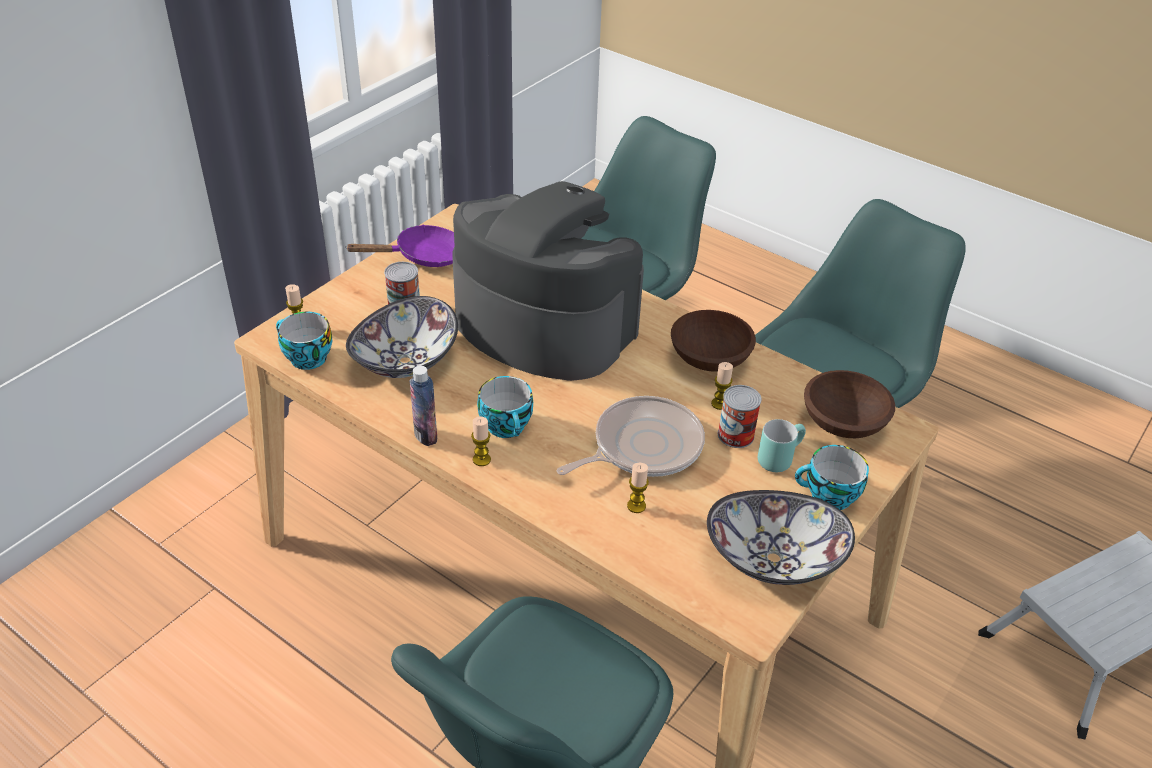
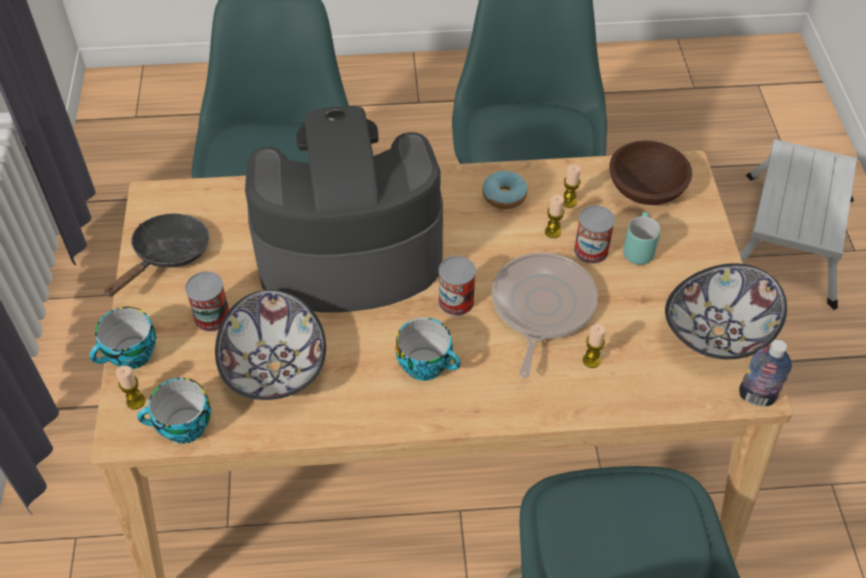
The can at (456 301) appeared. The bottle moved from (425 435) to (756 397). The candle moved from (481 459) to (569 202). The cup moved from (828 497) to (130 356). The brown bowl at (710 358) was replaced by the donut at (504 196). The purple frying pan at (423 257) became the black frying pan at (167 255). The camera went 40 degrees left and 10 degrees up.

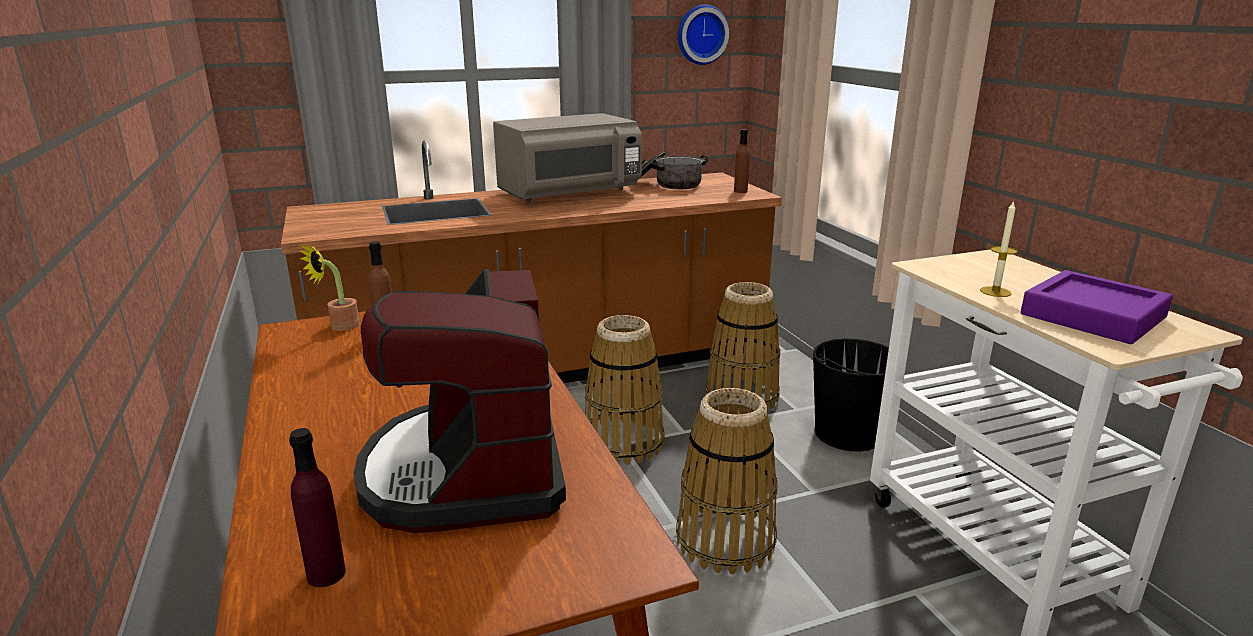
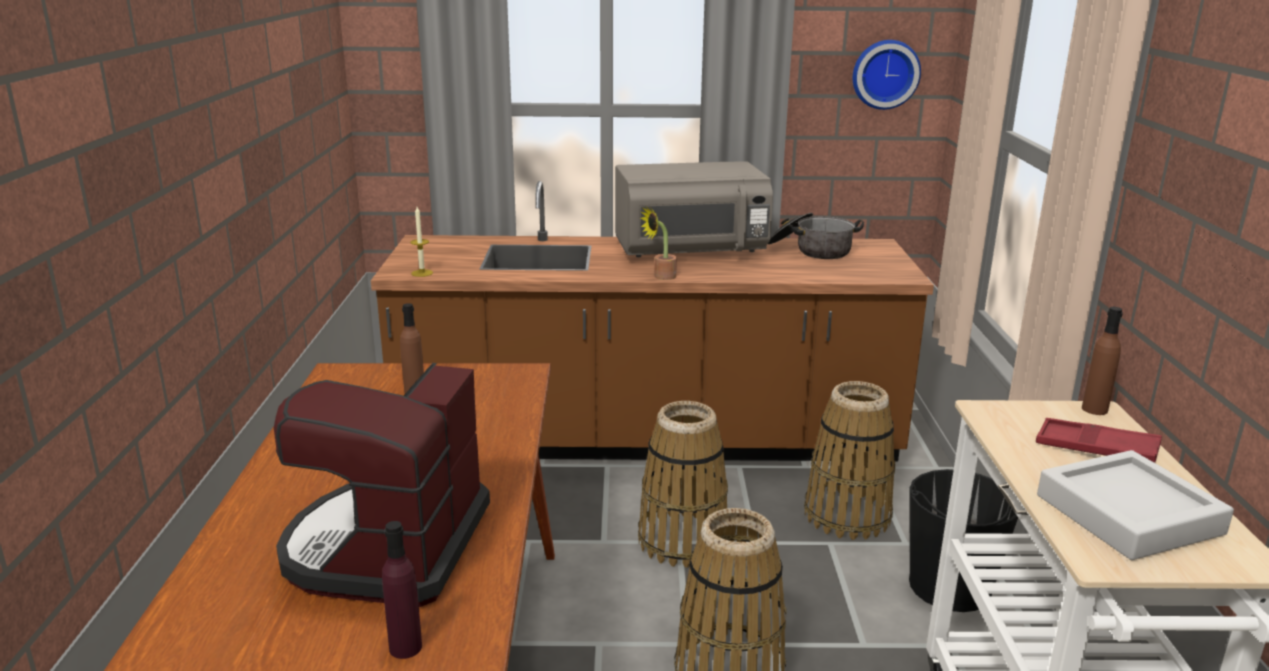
The red tray at (1096 448) appeared. The purple bottle moved from (326 574) to (405 647). The potted plant moved from (339 327) to (660 277). The brown bottle moved from (740 191) to (1094 409). The candle moved from (995 292) to (422 273). The purple tray at (1092 316) became the grey tray at (1128 514). The camera went 20 degrees right and 0 degrees up.

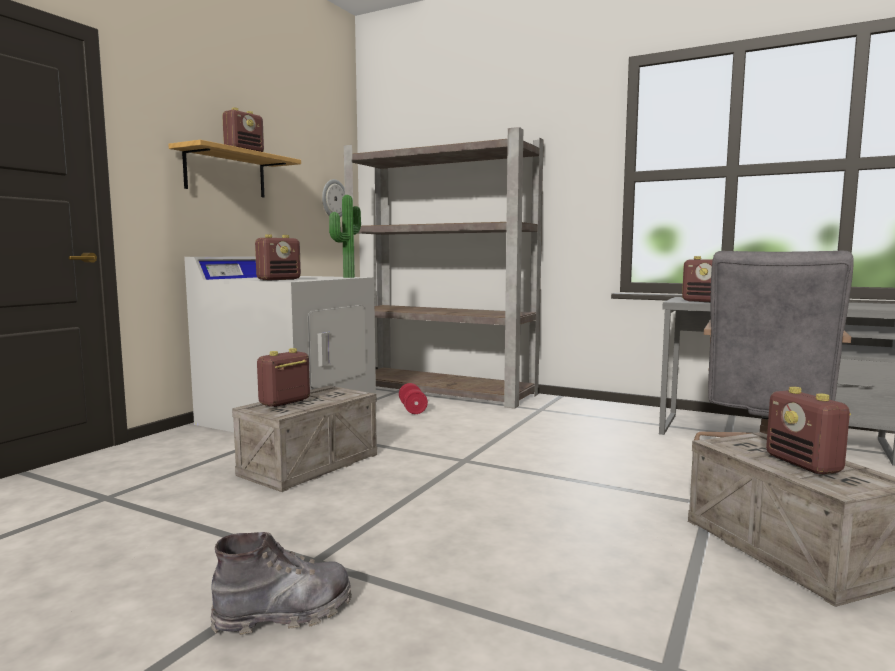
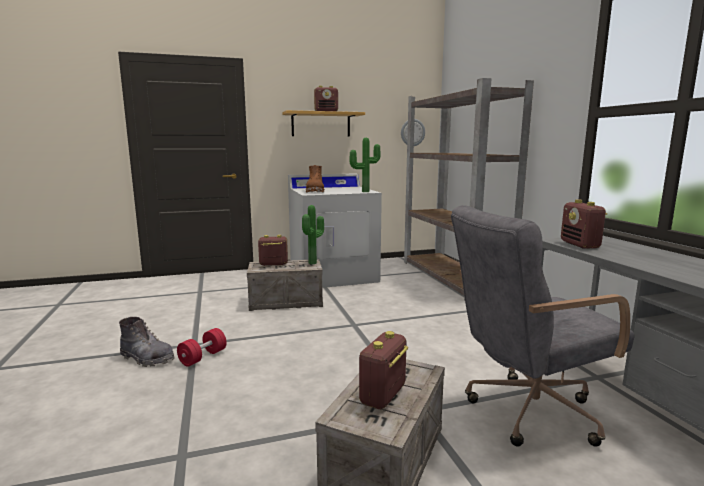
The potted plant at (314 263) appeared. The red dumbbell moved from (412 409) to (203 357). The radio at (279 279) was replaced by the brown boot at (315 191). The camera went 45 degrees right and 5 degrees up.

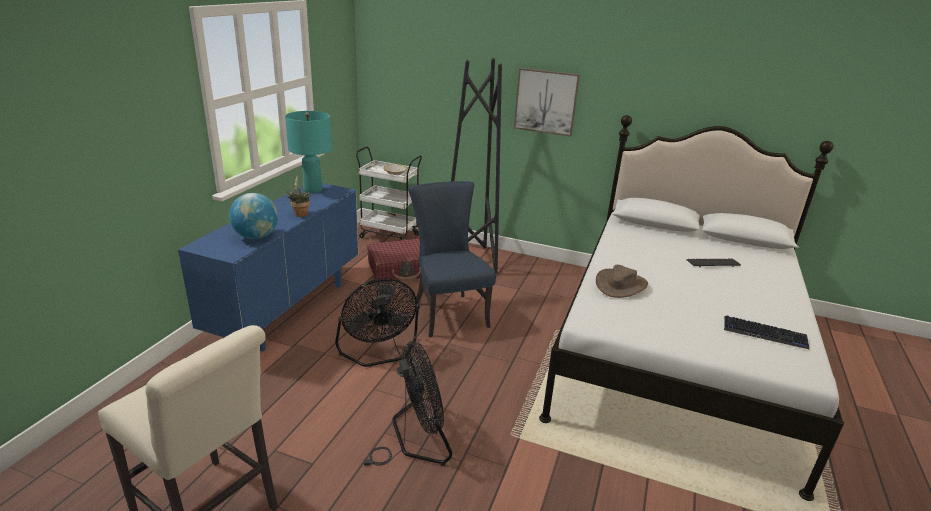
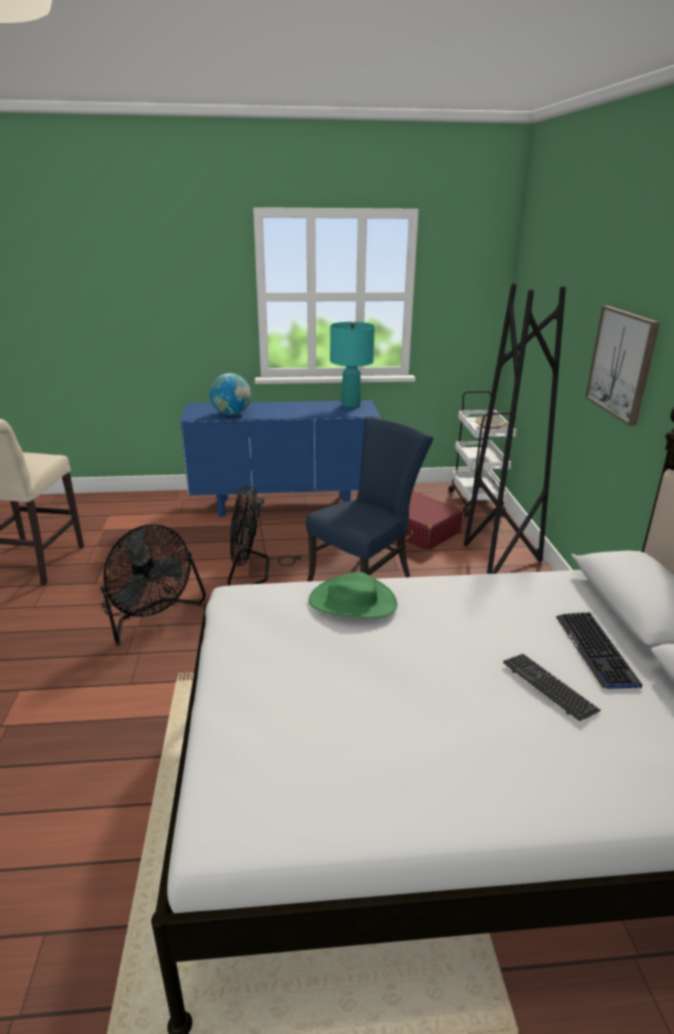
The potted plant at (300 214) disappeared. The keyboard moved from (764 333) to (596 650). The brown hat at (620 285) became the green hat at (352 602). The black fan at (385 356) turned 135 degrees counterclockwise. The camera went 65 degrees right and 0 degrees up.

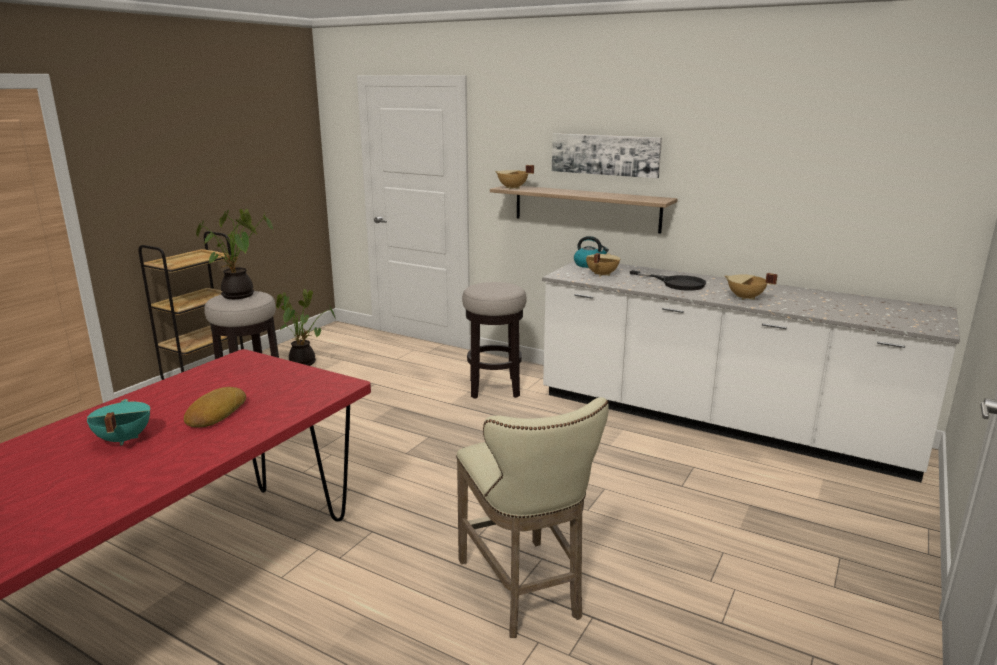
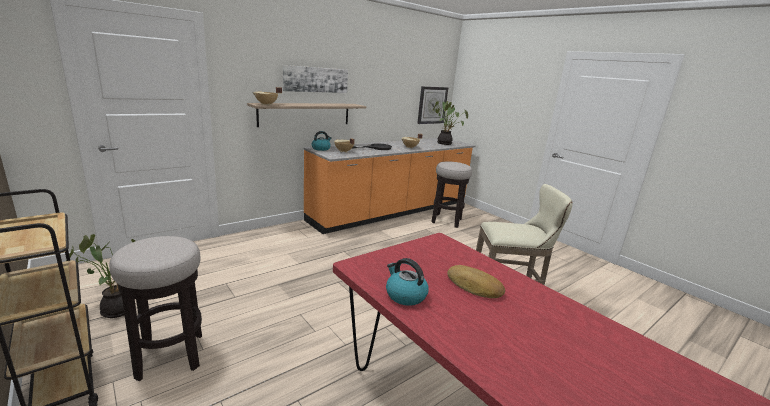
The turquoise cooking pot at (122 439) disappeared. The kettle at (405 295) appeared. The wall clock at (432 105) appeared. The potted plant moved from (240 296) to (445 143). The stool moved from (494 388) to (446 221). The white counter at (718 422) became the orange counter at (392 212). The camera went 70 degrees left and 0 degrees up.

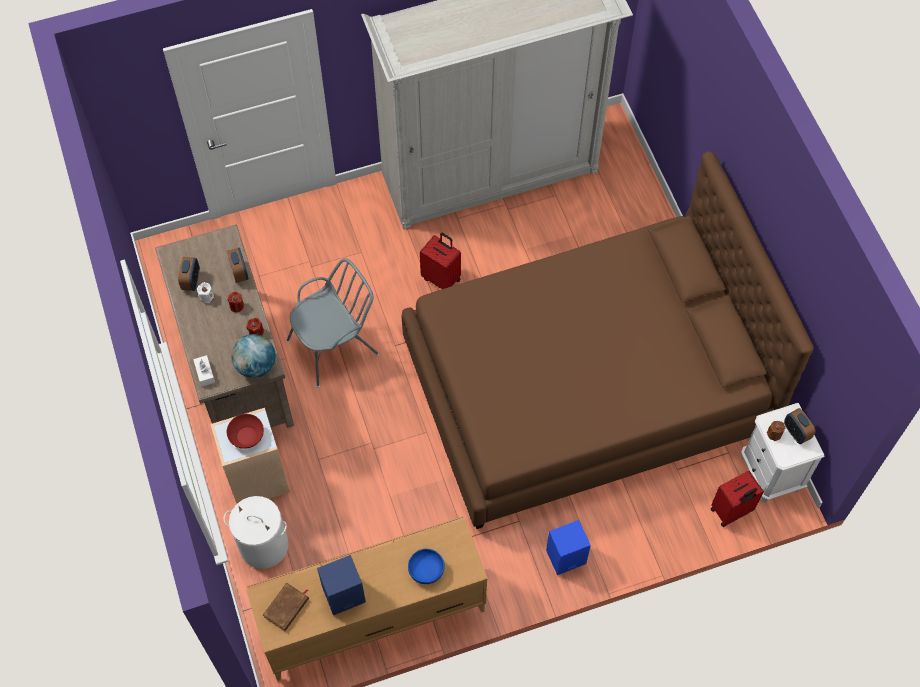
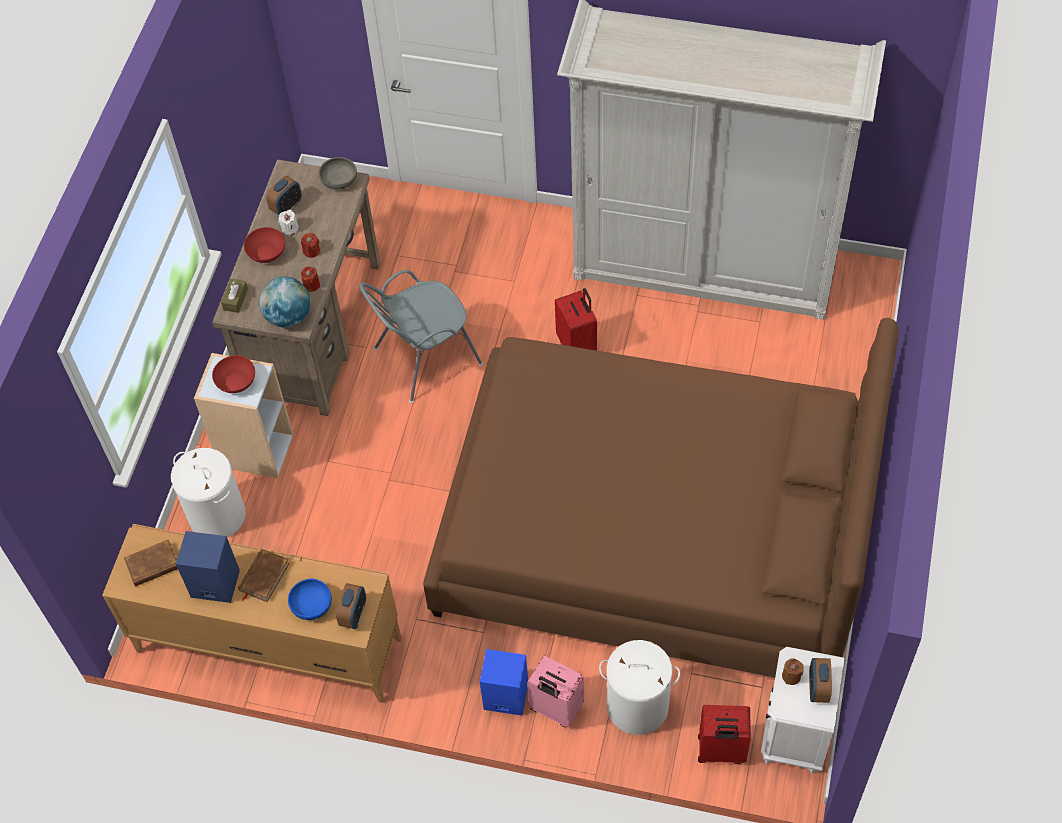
The brown book at (264 577) appeared. The red bowl at (267 253) appeared. The grey bowl at (339 181) appeared. The pink suitcase at (555 709) appeared. The white laundry basket at (638 706) appeared. The alarm clock moved from (239 272) to (353 614). The white tissue box at (205 373) became the brown tissue box at (235 299). The grey chair at (335 344) turned 150 degrees clockwise. The camera went 35 degrees right and 5 degrees down.

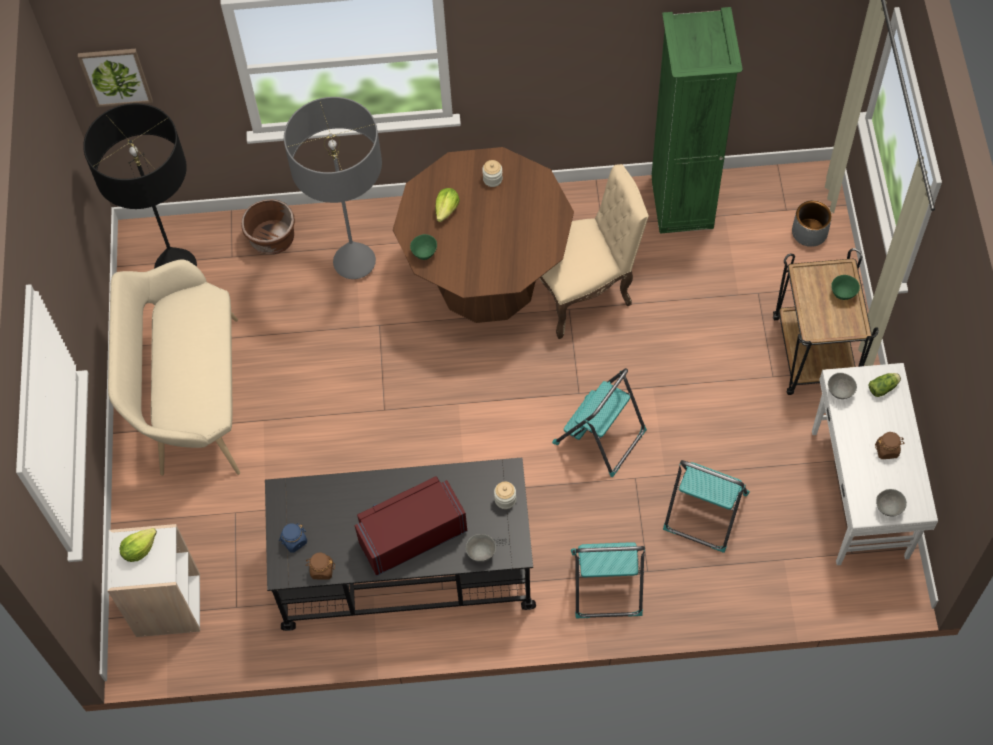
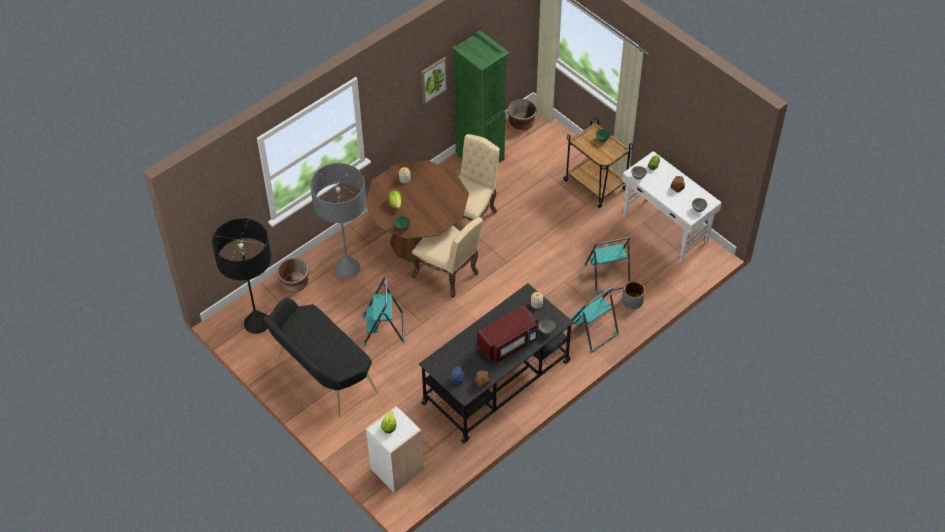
The beige chair at (448 274) appeared. The brown planter at (522 123) appeared. The picture moved from (115 76) to (433 80). The turquoise step ladder moved from (602 438) to (385 329). The grey planter moved from (809 232) to (632 300). The beige bench at (192 399) became the black bench at (322 376). The red microwave at (411 535) turned 150 degrees counterclockwise. The camera went 40 degrees left and 10 degrees down.

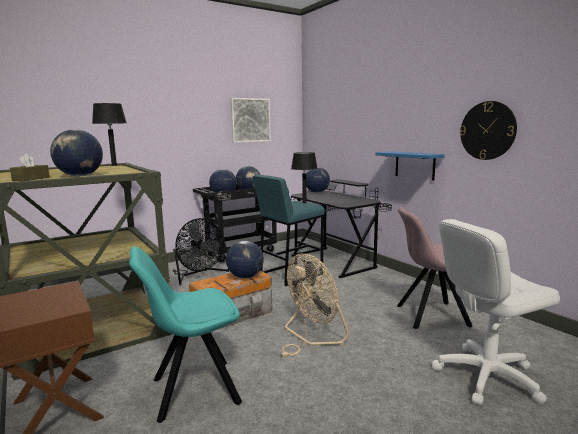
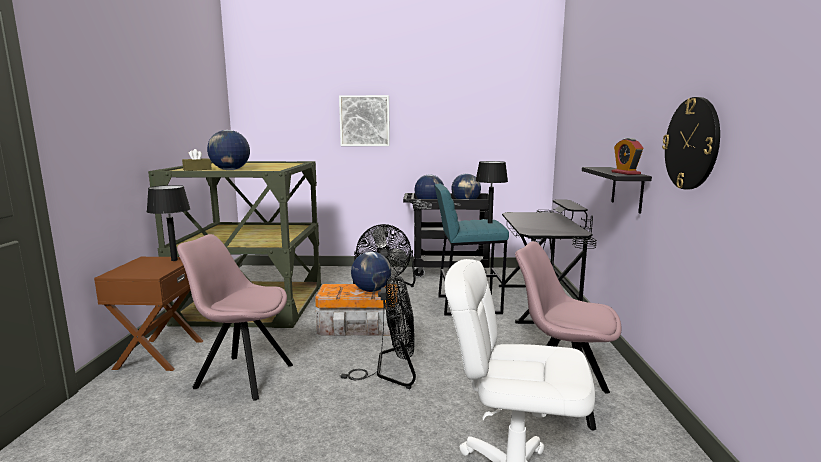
The globe at (317 192) disappeared. The alarm clock at (625 173) appeared. The black table lamp moved from (114 165) to (174 260). The picture moved from (250 120) to (364 121). The turquoise chair at (194 390) became the pink chair at (243 376). The beige fan at (307 335) became the black fan at (391 367). The blue shelf at (414 165) became the black shelf at (627 189). The camera went 35 degrees right and 0 degrees up.

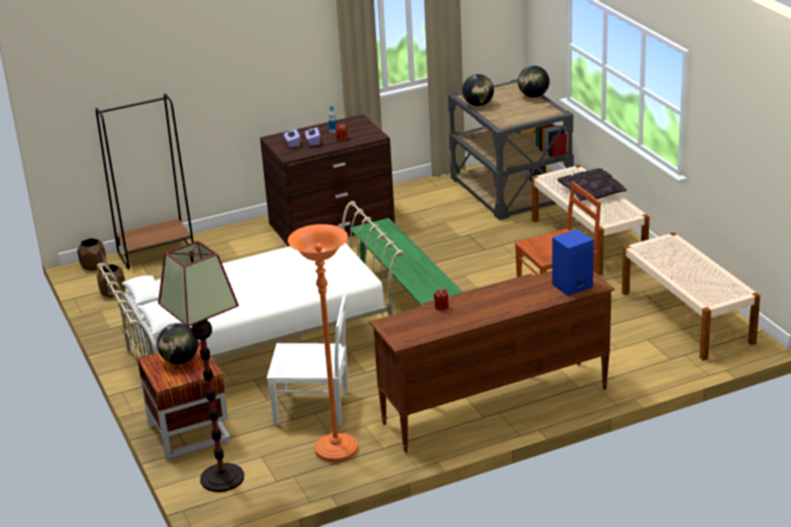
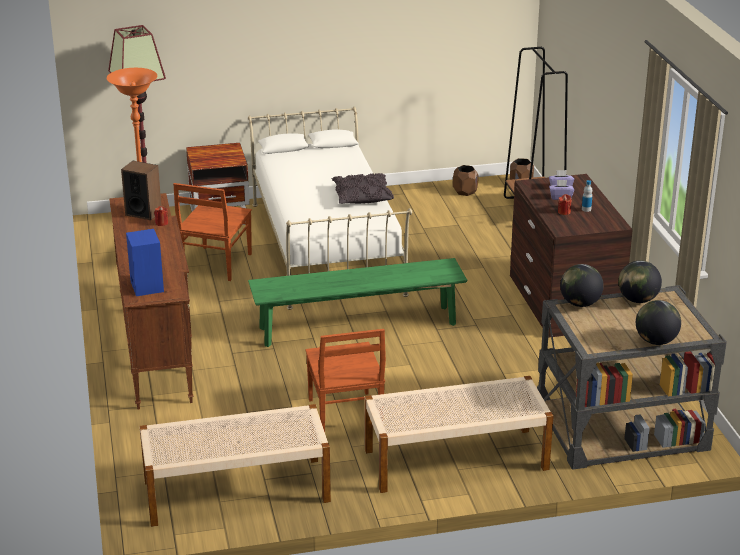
The speaker at (143 213) appeared. The globe moved from (180 360) to (580 303). The black pillow moved from (591 192) to (362 196). The white chair at (314 408) became the brown chair at (216 264). The camera went 100 degrees right and 0 degrees up.

